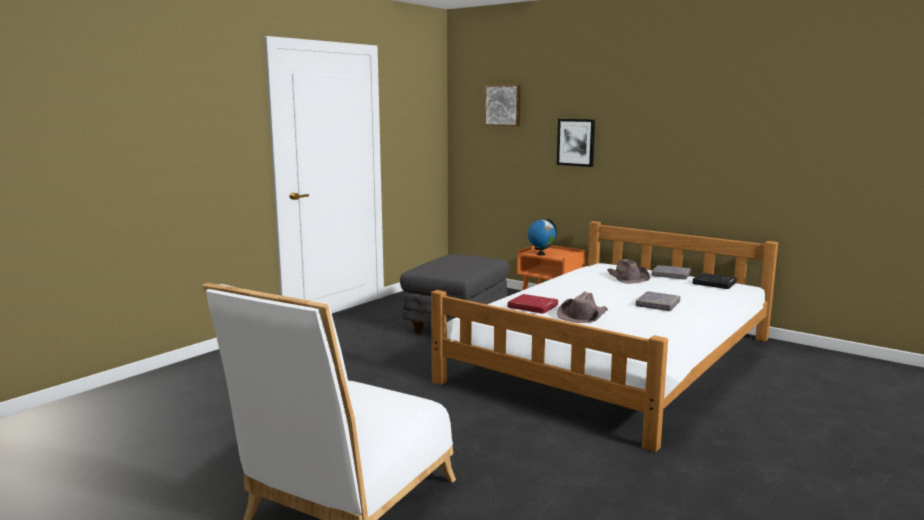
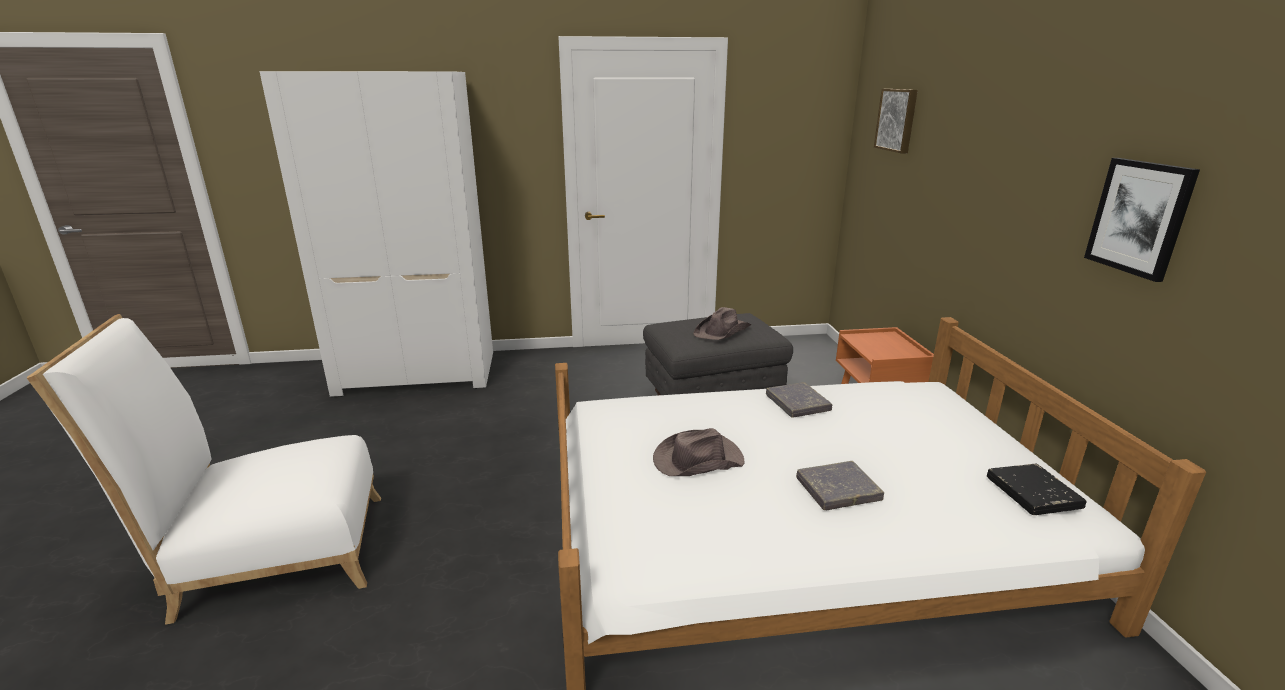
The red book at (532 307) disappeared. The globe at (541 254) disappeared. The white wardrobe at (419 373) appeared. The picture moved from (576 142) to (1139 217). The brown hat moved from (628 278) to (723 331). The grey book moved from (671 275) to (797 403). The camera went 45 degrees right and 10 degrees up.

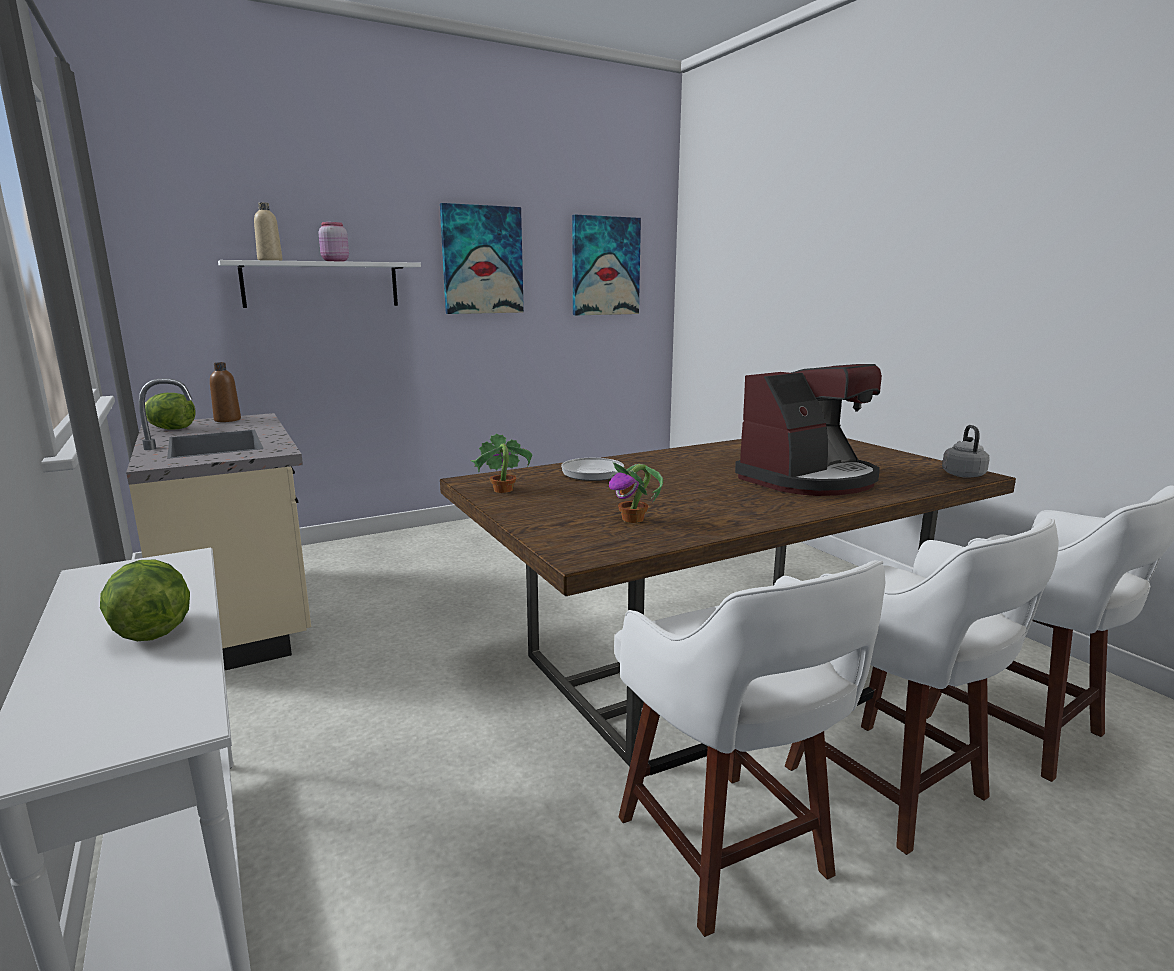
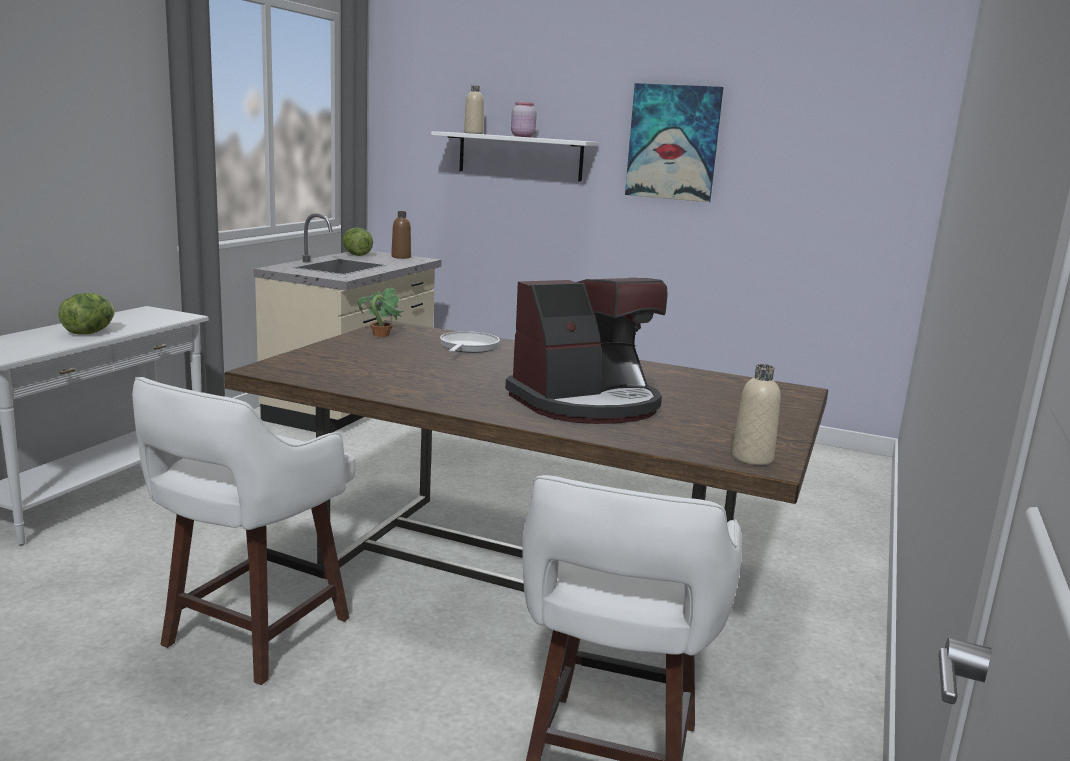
The picture at (605 266) disappeared. The potted plant at (633 519) disappeared. The white stool at (891 787) disappeared. The grey kettle at (962 474) was replaced by the beige bottle at (752 458). The coffee machine at (808 480) turned 45 degrees counterclockwise. The camera went 50 degrees right and 0 degrees up.

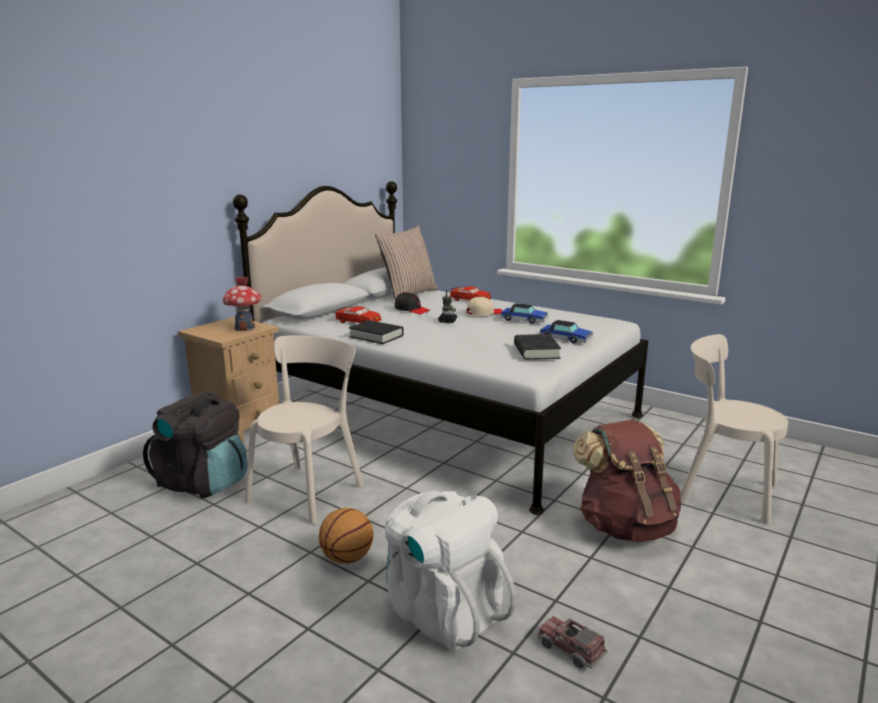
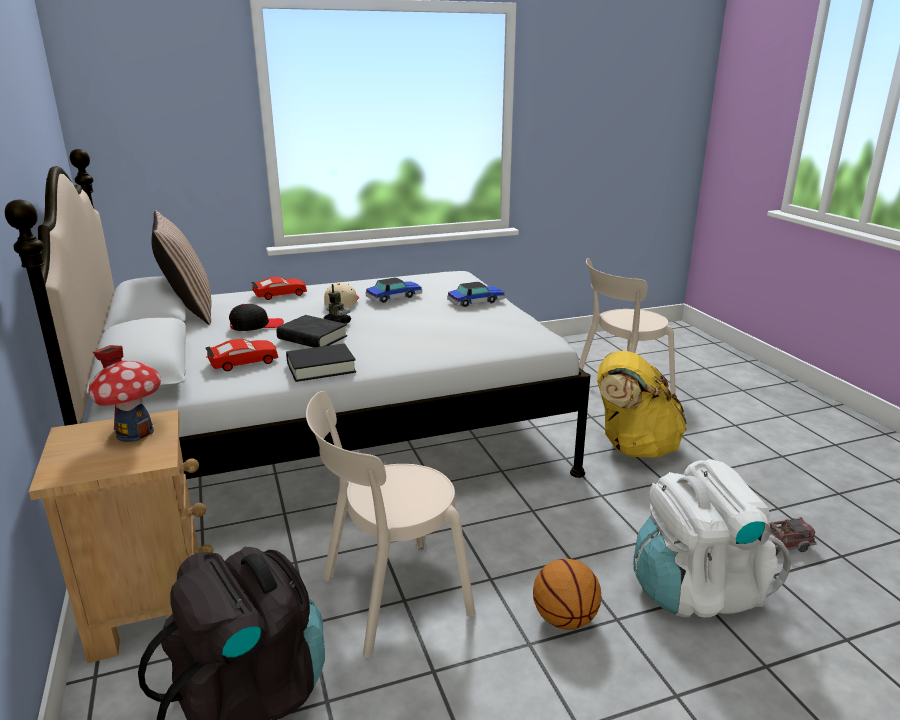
The black book moved from (536 351) to (312 338). The brown backpack at (625 526) became the yellow backpack at (633 447). The beige chair at (309 491) turned 90 degrees counterclockwise. The camera went 55 degrees left and 5 degrees up.

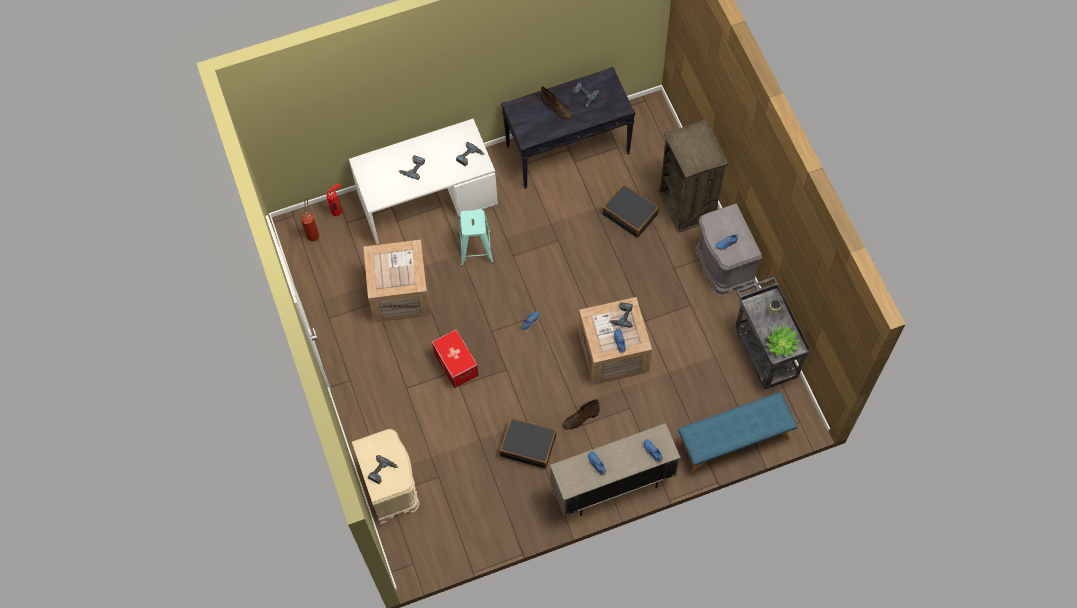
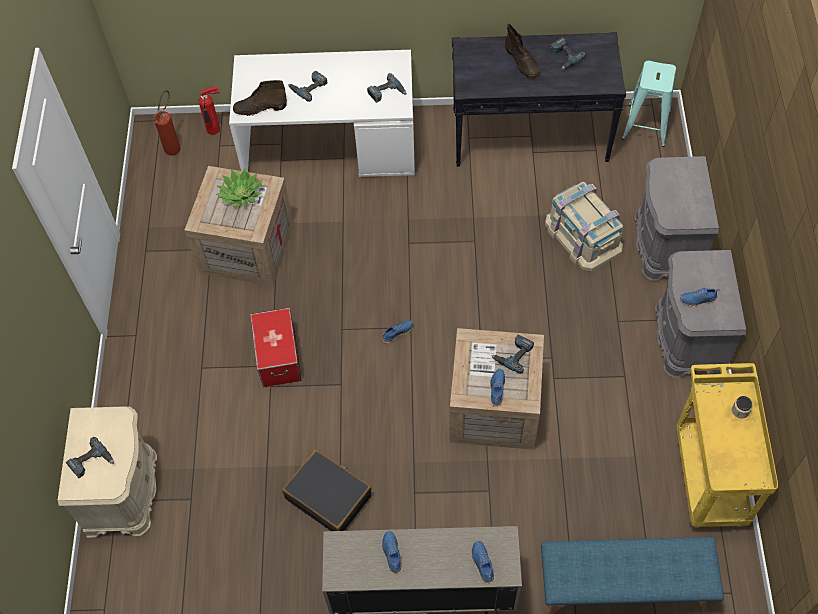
The turquoise stool moved from (476 248) to (646 125). The brown boot moved from (580 418) to (259 108). The potted plant moved from (781 344) to (241 193). The black suitcase at (630 214) was replaced by the beige storage box at (582 236). The brown bookcase at (687 205) was replaced by the grey nightstand at (664 245). The grey cart at (763 352) became the yellow cart at (707 473). The camera went 20 degrees right and 5 degrees down.

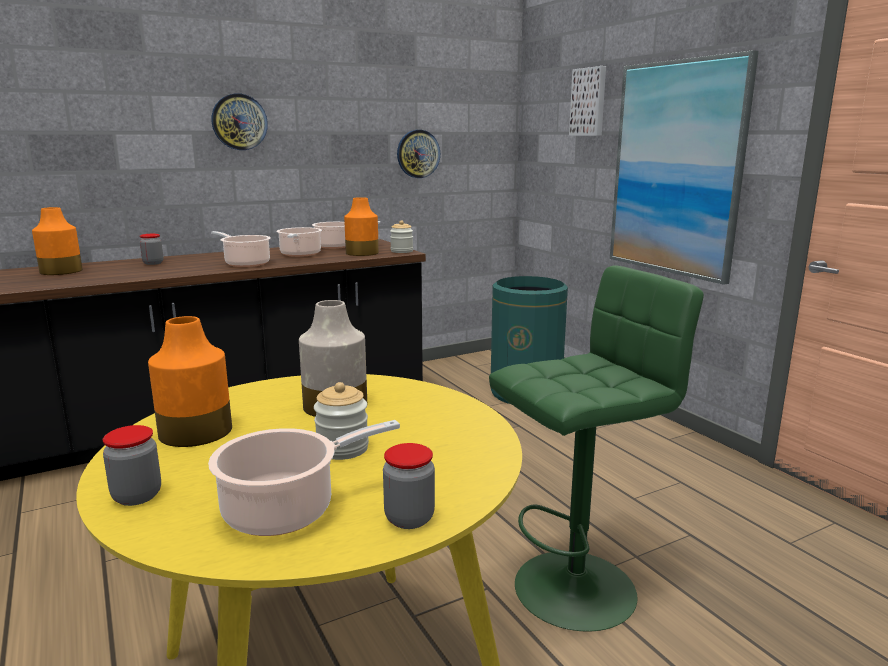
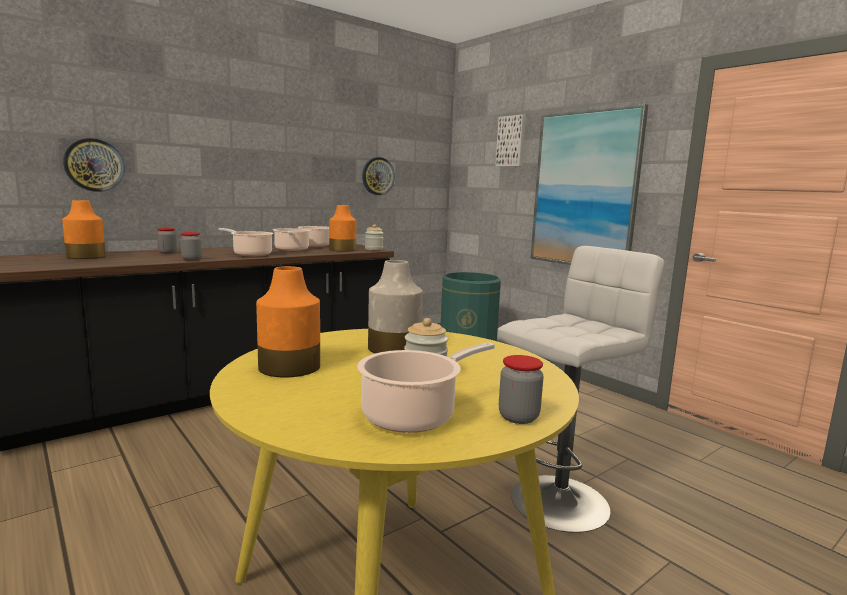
The jar moved from (137 496) to (191 259). The wall clock moved from (239 122) to (94 165). The green stool at (576 589) became the white stool at (561 502). The camera went 10 degrees left and 5 degrees down.

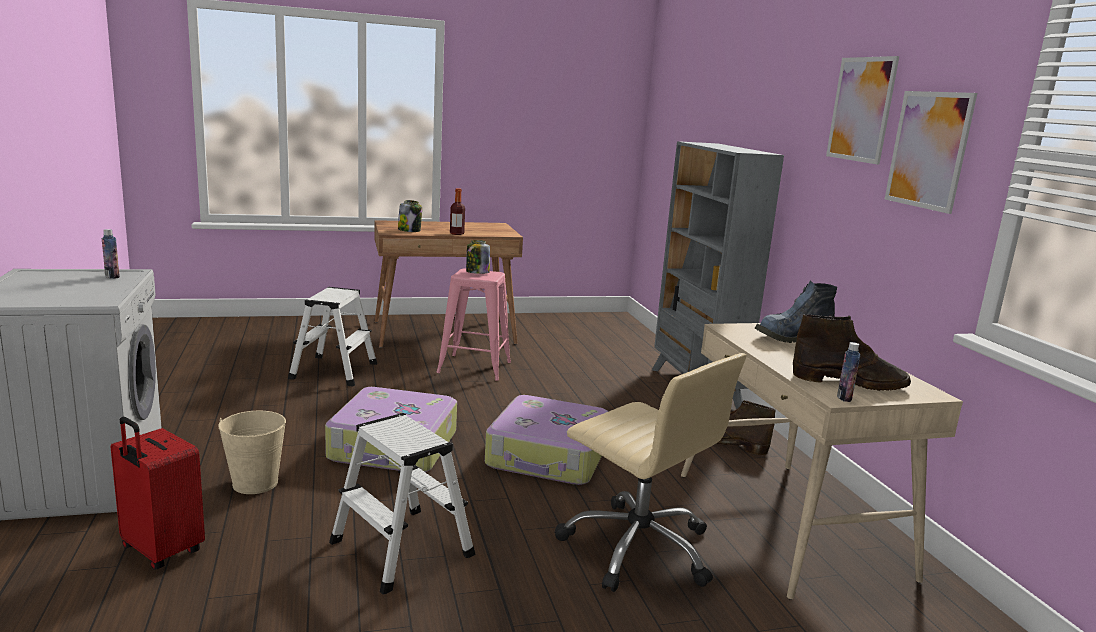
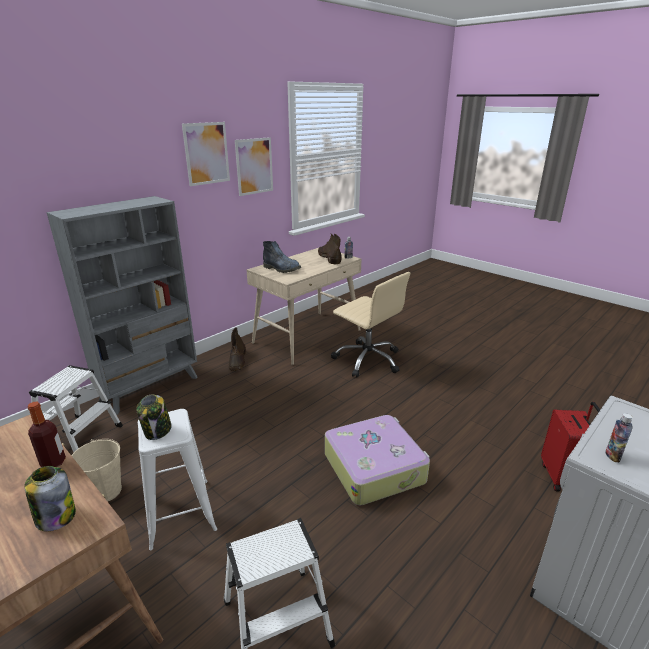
The suitcase at (548 456) disappeared. The beige bucket moved from (255 483) to (105 491). The white step ladder moved from (401 548) to (79 438). The pink stool at (474 367) became the white stool at (180 512). The beige office chair at (638 548) turned 120 degrees clockwise. The camera went 120 degrees left and 10 degrees up.

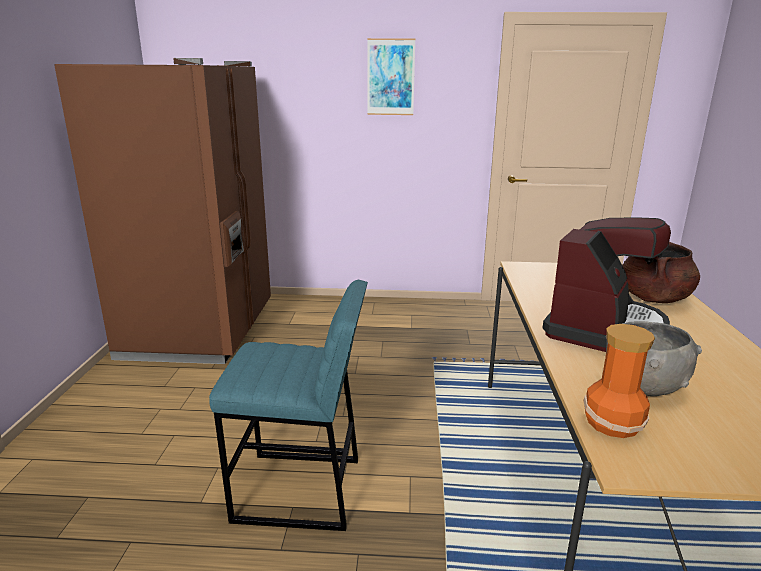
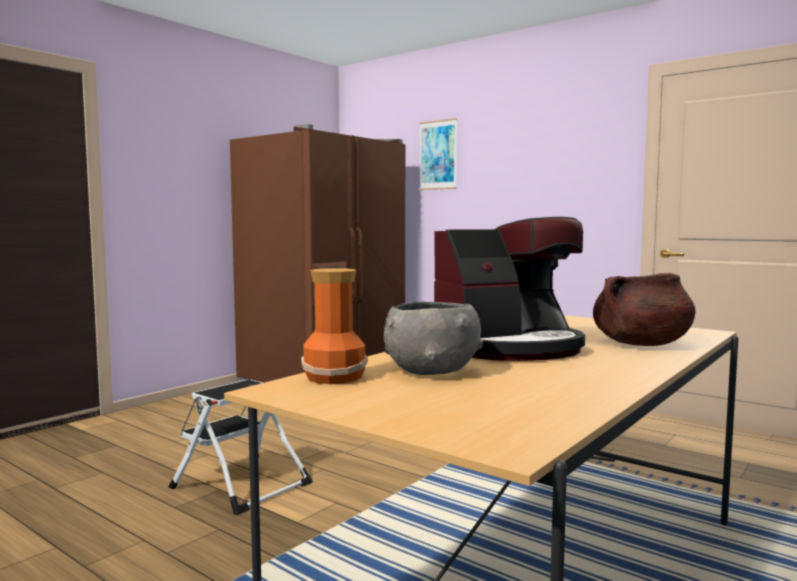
The picture moved from (390 77) to (438 155). The blue stool at (302 489) was replaced by the step ladder at (242 482). The camera went 35 degrees right and 15 degrees down.

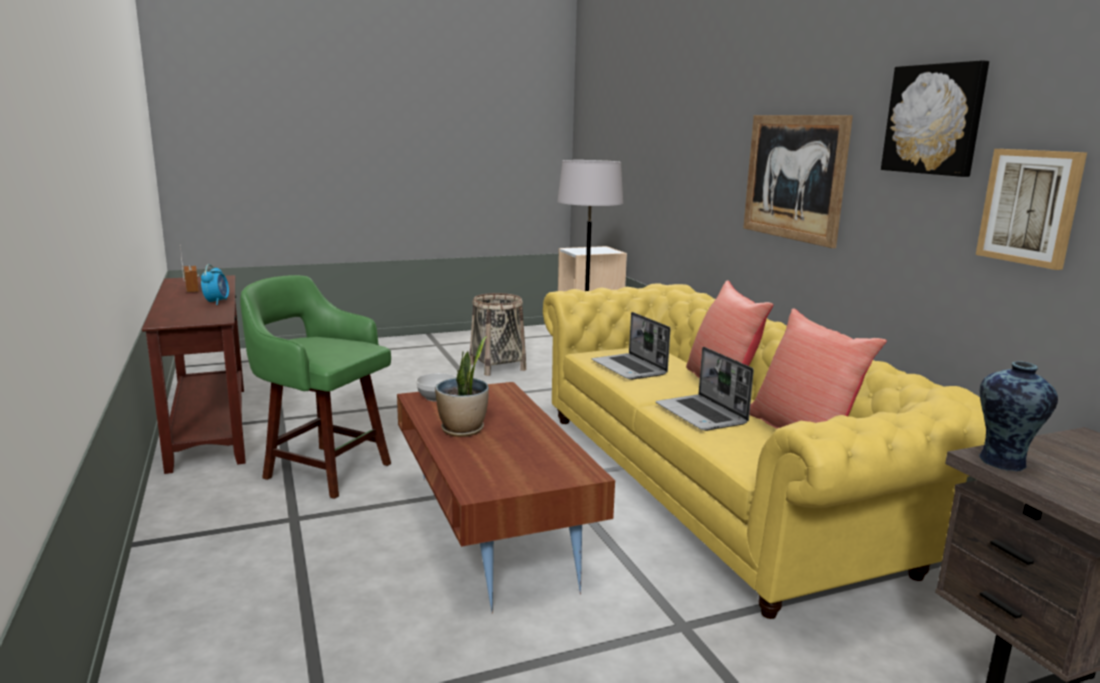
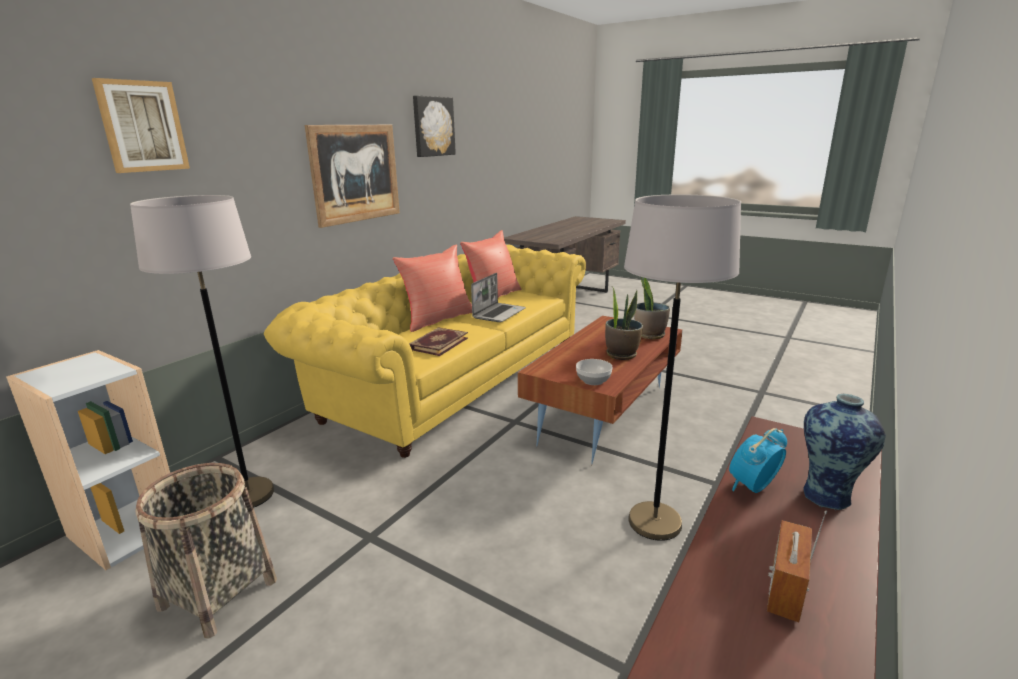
The potted plant at (649 335) appeared. The picture moved from (1030 207) to (142 126). The vase moved from (1003 463) to (828 495). The green stool at (324 470) was replaced by the grey floor lamp at (654 522). The laptop at (630 368) was replaced by the book at (437 343). The camera went 125 degrees left and 5 degrees up.

